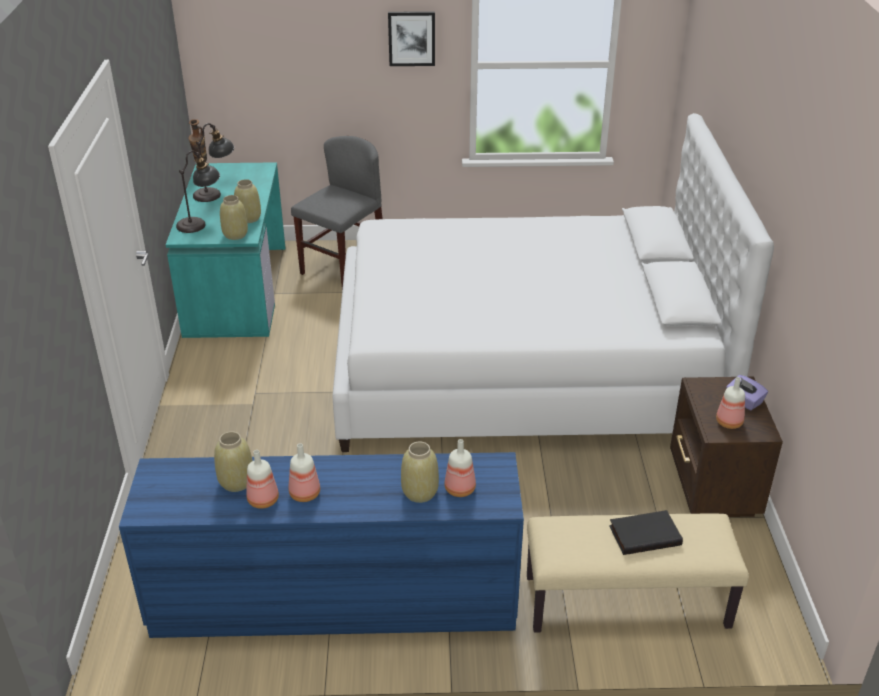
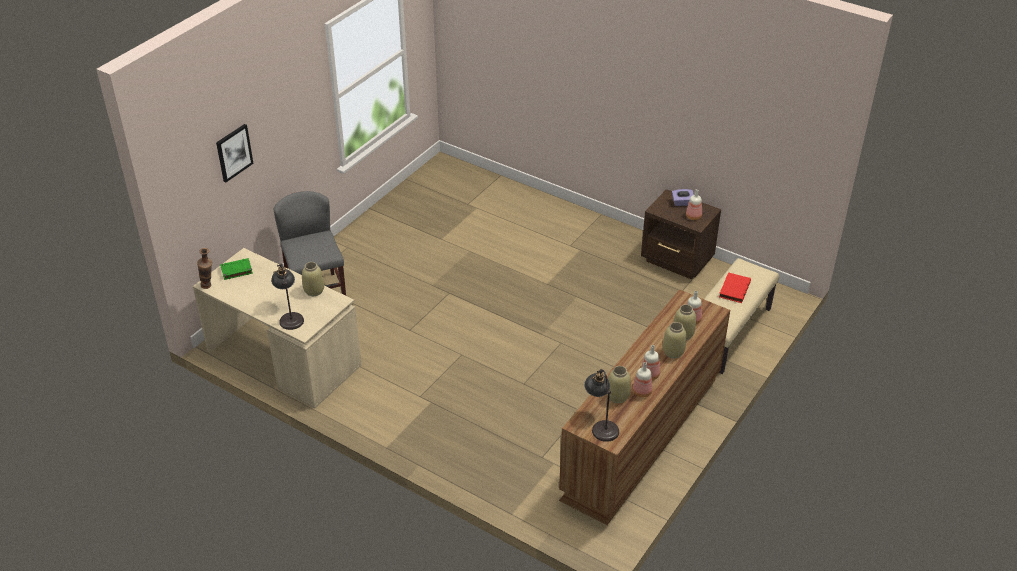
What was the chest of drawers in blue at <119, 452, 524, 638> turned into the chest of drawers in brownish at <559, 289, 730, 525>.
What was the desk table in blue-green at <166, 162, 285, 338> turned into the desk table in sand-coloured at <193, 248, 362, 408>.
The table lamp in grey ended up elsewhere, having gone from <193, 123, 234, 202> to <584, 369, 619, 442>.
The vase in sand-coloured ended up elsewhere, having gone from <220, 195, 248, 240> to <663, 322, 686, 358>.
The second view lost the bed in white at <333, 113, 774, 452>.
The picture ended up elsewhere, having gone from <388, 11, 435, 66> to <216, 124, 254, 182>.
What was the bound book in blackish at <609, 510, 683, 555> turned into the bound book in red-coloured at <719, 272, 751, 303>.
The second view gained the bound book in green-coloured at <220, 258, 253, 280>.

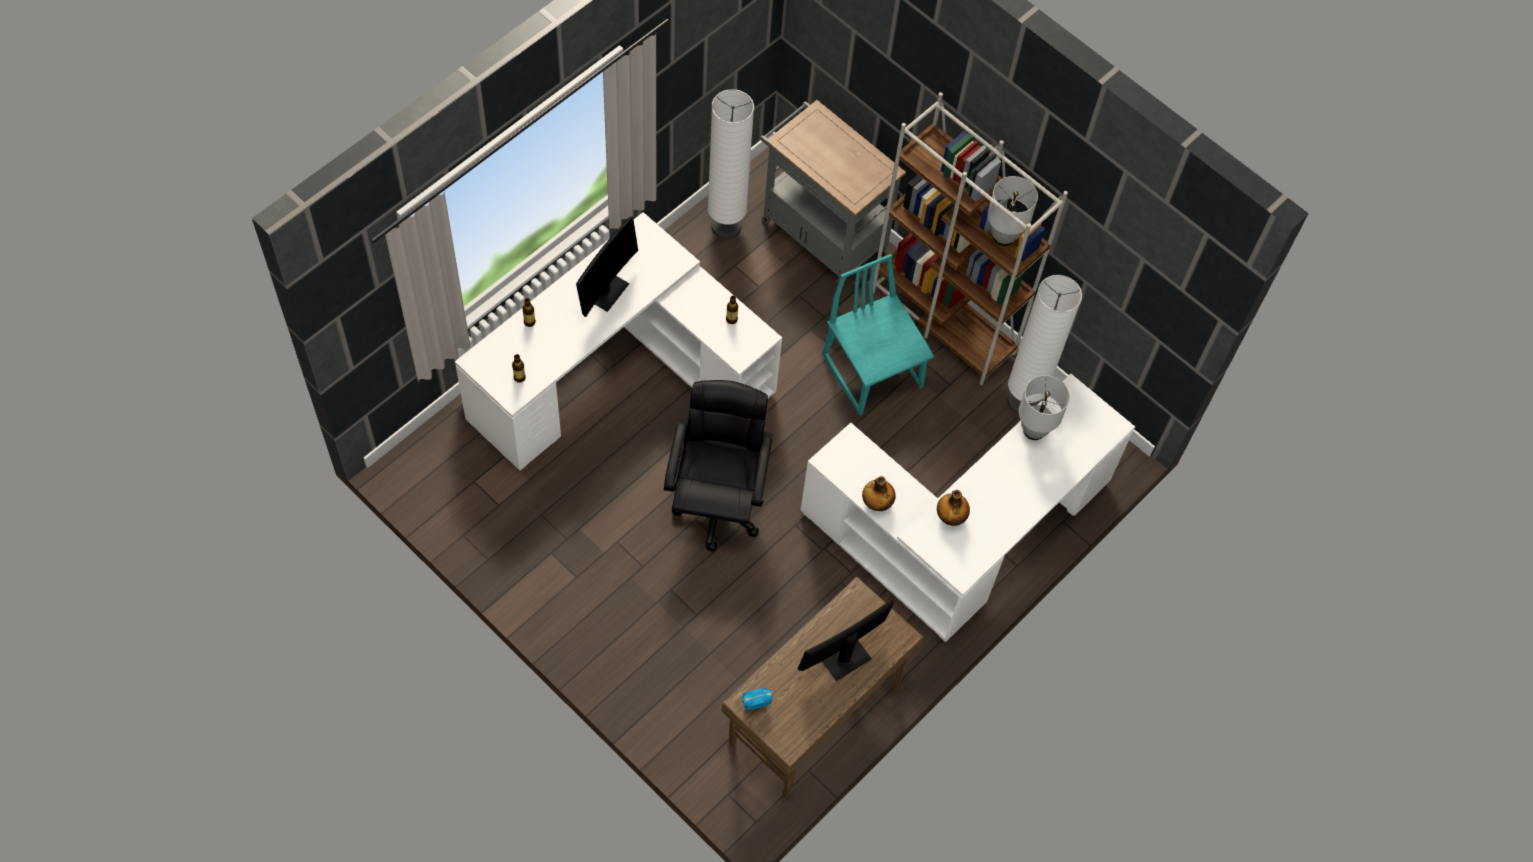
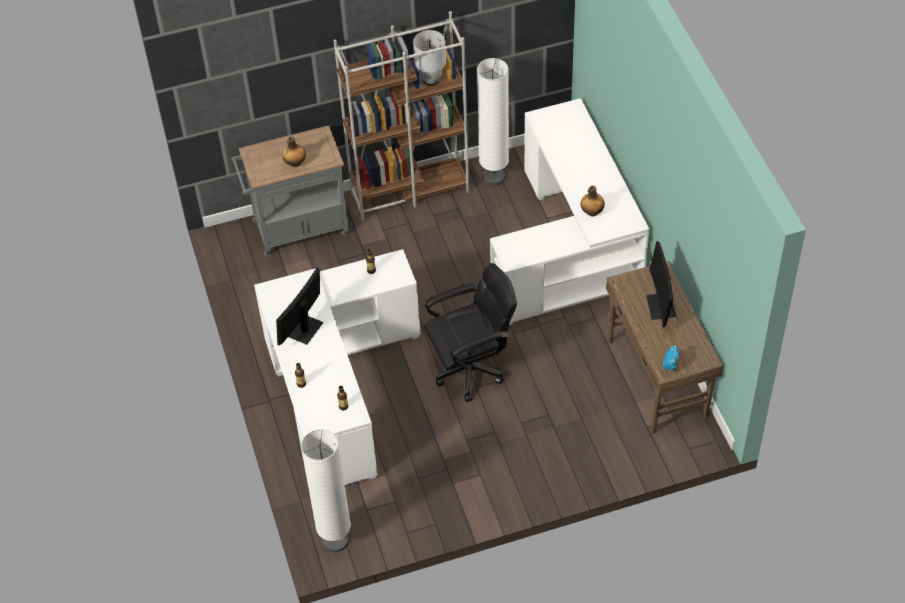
The computer screen at <576, 216, 638, 317> ended up facing another way, 120 degrees counterclockwise from before.
The desk chair in blackish at <664, 380, 773, 551> ended up facing another way, 120 degrees clockwise from before.
The floor lamp in white ended up elsewhere, having gone from <708, 89, 754, 240> to <301, 429, 351, 552>.
The second view lost the upright chair in blue-green at <822, 254, 934, 416>.
The bottle ended up elsewhere, having gone from <862, 476, 896, 511> to <282, 136, 306, 167>.
The second view lost the table lamp in white at <1019, 375, 1070, 440>.

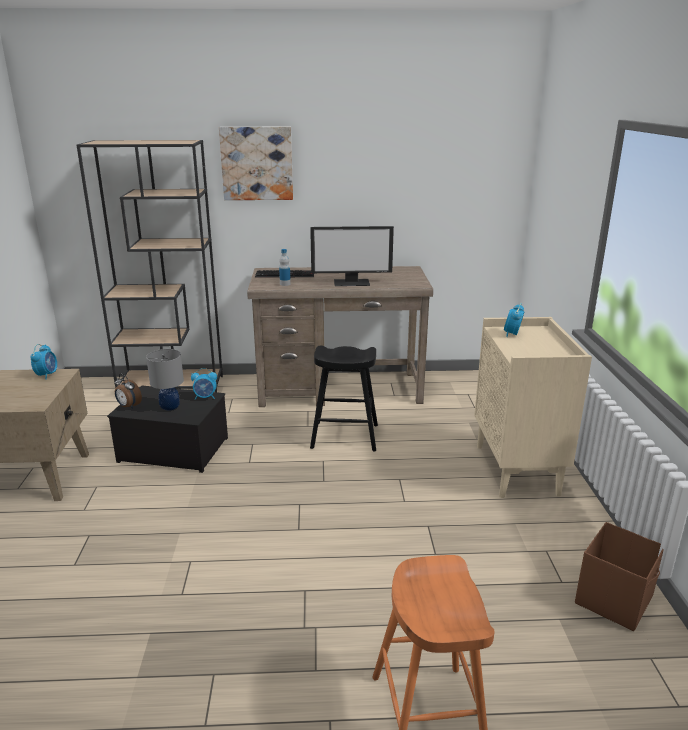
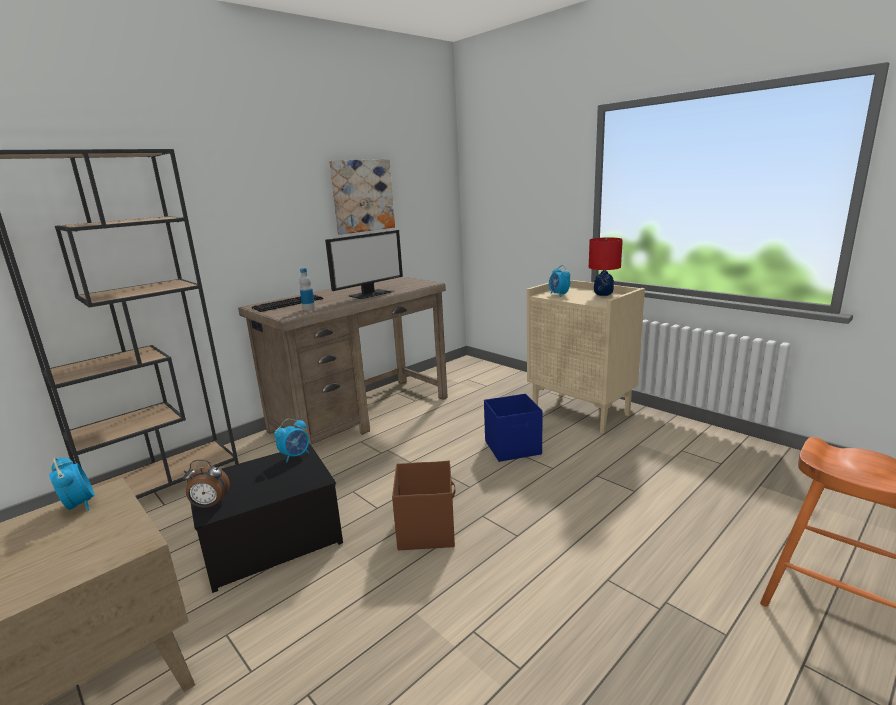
The second view lost the table lamp in grey at <146, 349, 184, 411>.
The picture ended up elsewhere, having gone from <219, 127, 293, 200> to <329, 159, 395, 235>.
The second view lost the stool in blackish at <310, 345, 378, 451>.
The storage box in brownish ended up elsewhere, having gone from <575, 522, 664, 631> to <392, 461, 455, 550>.
The second view gained the storage box in blue at <484, 394, 543, 462>.
The second view gained the table lamp in red-coloured at <589, 237, 623, 296>.

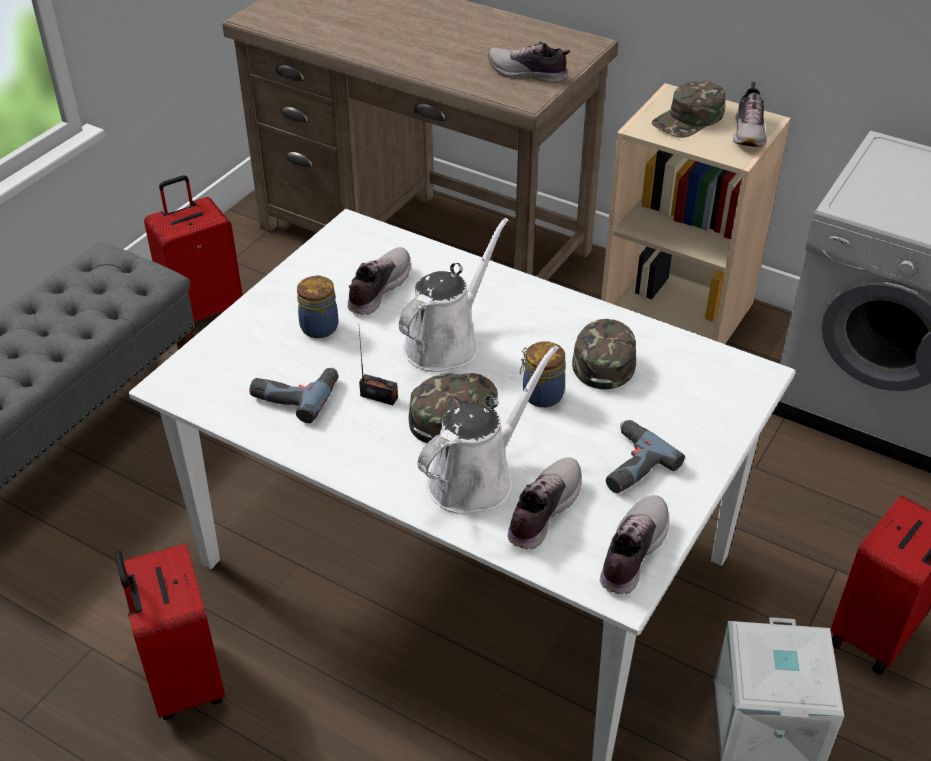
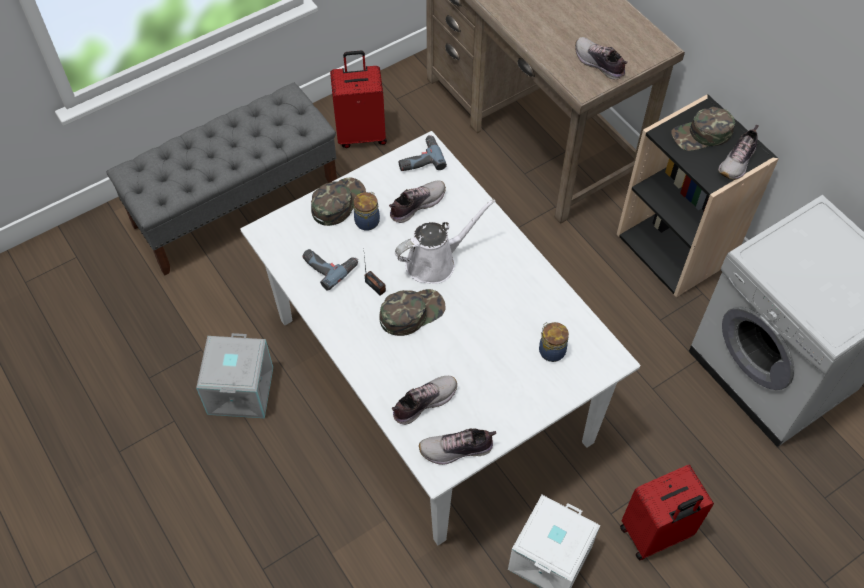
Where the travel case in red-coloured stood at <115, 544, 225, 720>, the storage box in grey came to stand at <196, 333, 273, 418>.
The second view lost the watering can in white at <418, 345, 559, 514>.
The jar ended up elsewhere, having gone from <520, 341, 565, 407> to <539, 322, 569, 362>.
The peaked cap in green-coloured ended up elsewhere, having gone from <572, 319, 636, 389> to <311, 177, 366, 226>.
The shoe at <600, 495, 669, 594> ended up facing another way, 150 degrees counterclockwise from before.
What was the bookcase in sand-coloured at <601, 83, 791, 344> turned into the bookcase in blackish at <617, 94, 779, 297>.
The power drill ended up elsewhere, having gone from <606, 420, 685, 493> to <399, 135, 447, 171>.

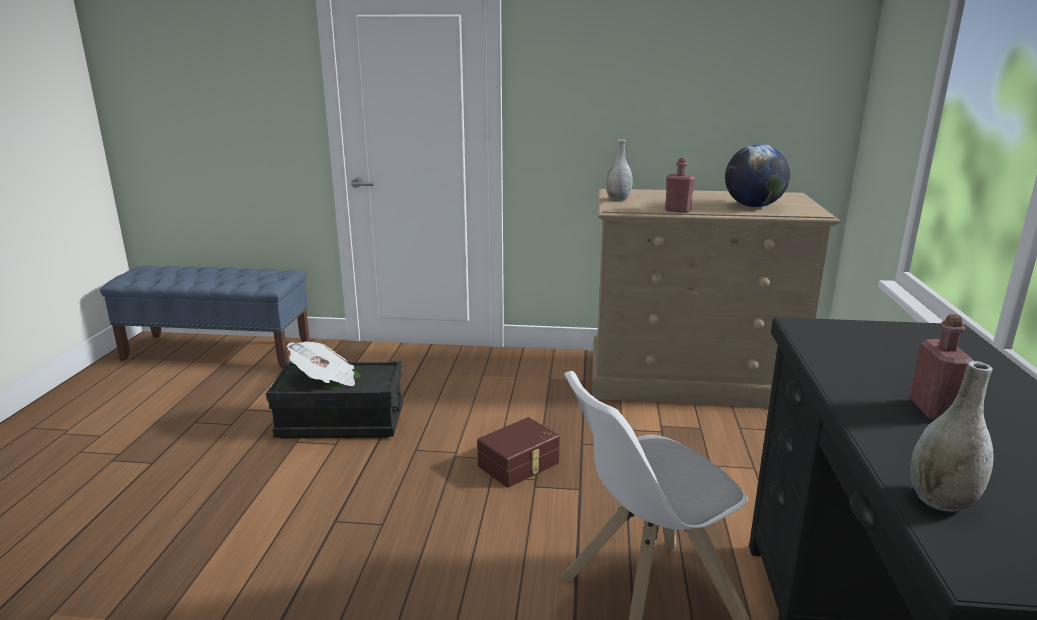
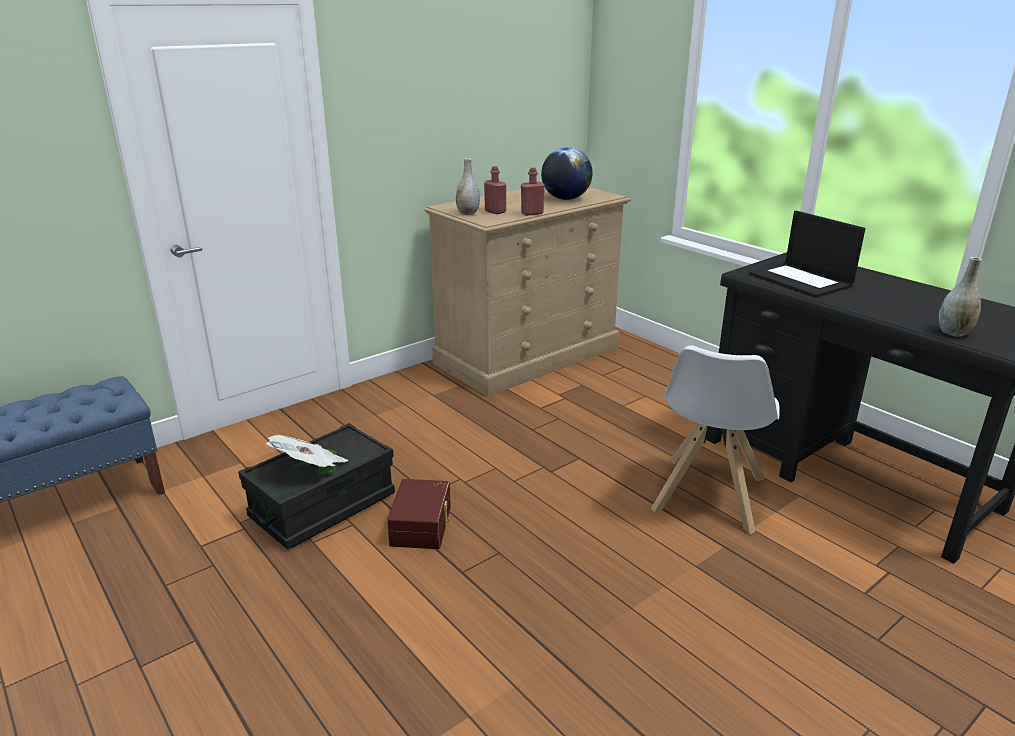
The storage box in brownish ended up elsewhere, having gone from <477, 417, 560, 488> to <387, 479, 451, 549>.
The bottle in red-coloured ended up elsewhere, having gone from <909, 314, 974, 420> to <484, 166, 506, 214>.
The second view gained the notebook computer at <749, 211, 866, 298>.

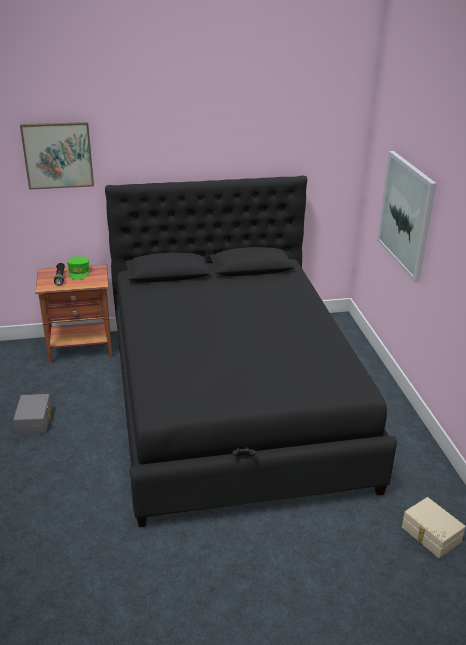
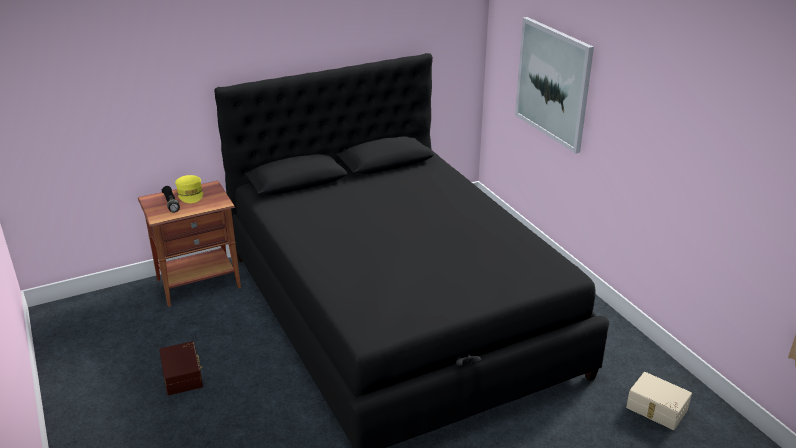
What was the storage box in grey at <13, 394, 52, 435> turned into the storage box in brownish at <159, 341, 203, 395>.
The second view lost the picture at <20, 122, 94, 190>.
What was the peaked cap in green-coloured at <67, 257, 90, 280> turned into the peaked cap in yellow at <175, 175, 203, 203>.

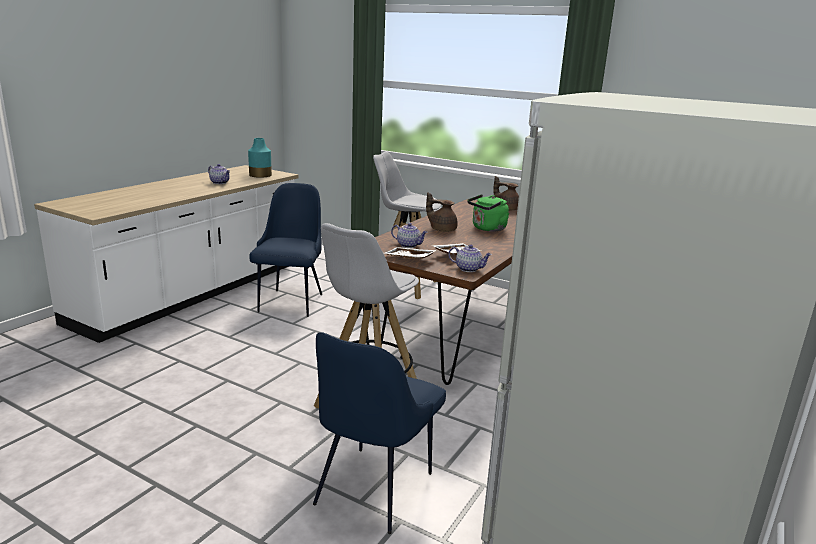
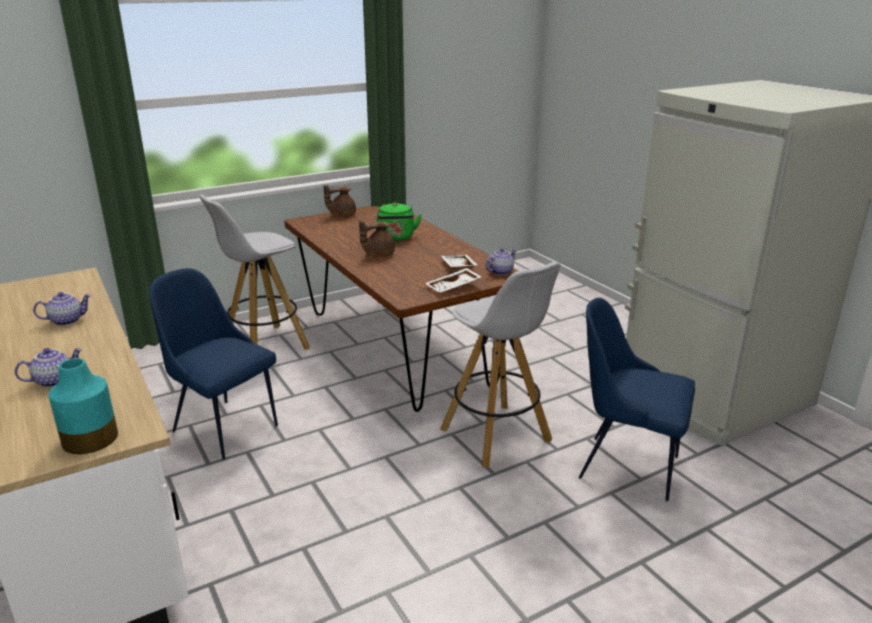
The vase in blue-green ended up elsewhere, having gone from <248, 138, 272, 178> to <48, 358, 118, 454>.
The upright chair in blue at <313, 332, 446, 534> ended up facing another way, 150 degrees clockwise from before.
The pot for tea ended up elsewhere, having gone from <391, 223, 428, 248> to <15, 348, 83, 387>.

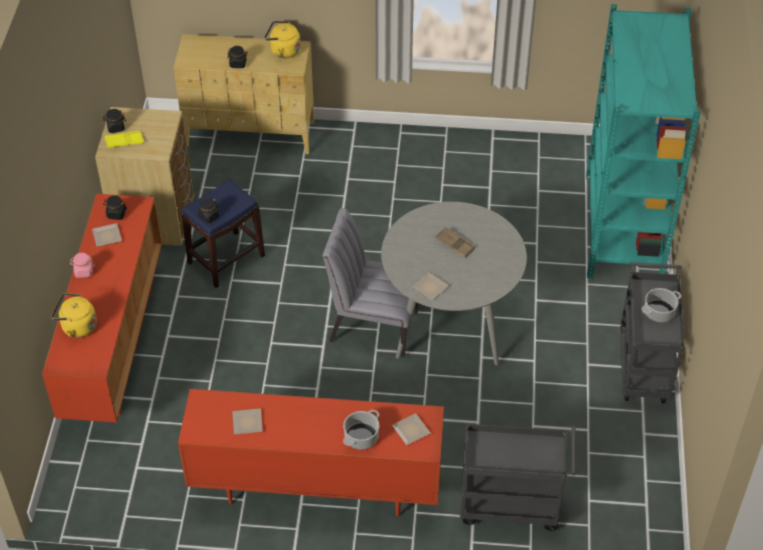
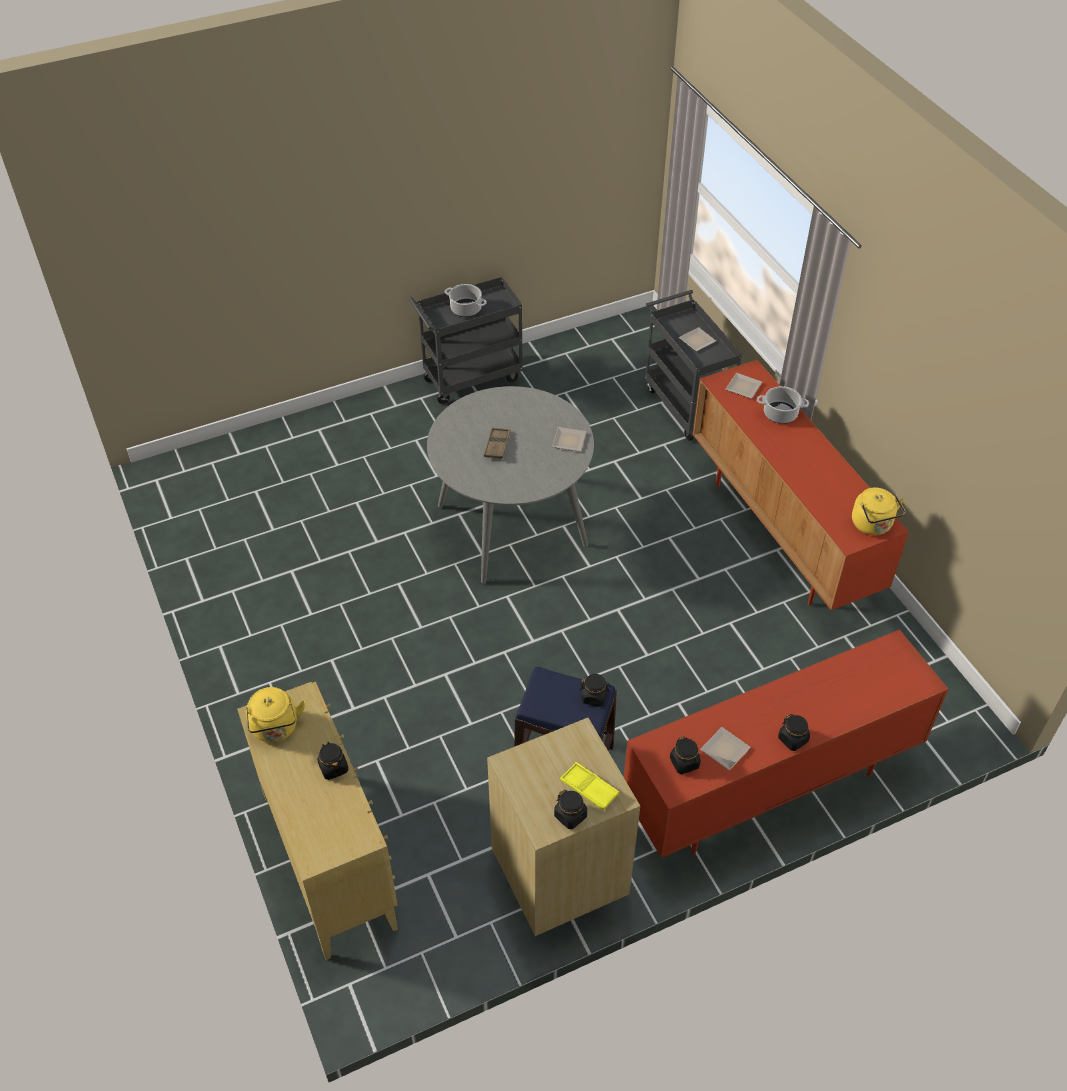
The water kettle in yellow ended up elsewhere, having gone from <51, 293, 97, 338> to <852, 487, 906, 535>.
What was the jar in pinkish at <70, 253, 94, 278> turned into the jar in blackish at <778, 714, 810, 751>.
The flat dish ended up elsewhere, having gone from <232, 408, 263, 434> to <679, 327, 716, 352>.
The second view lost the upright chair in grey at <322, 208, 419, 357>.
The second view lost the bookcase in blue-green at <586, 4, 701, 278>.

